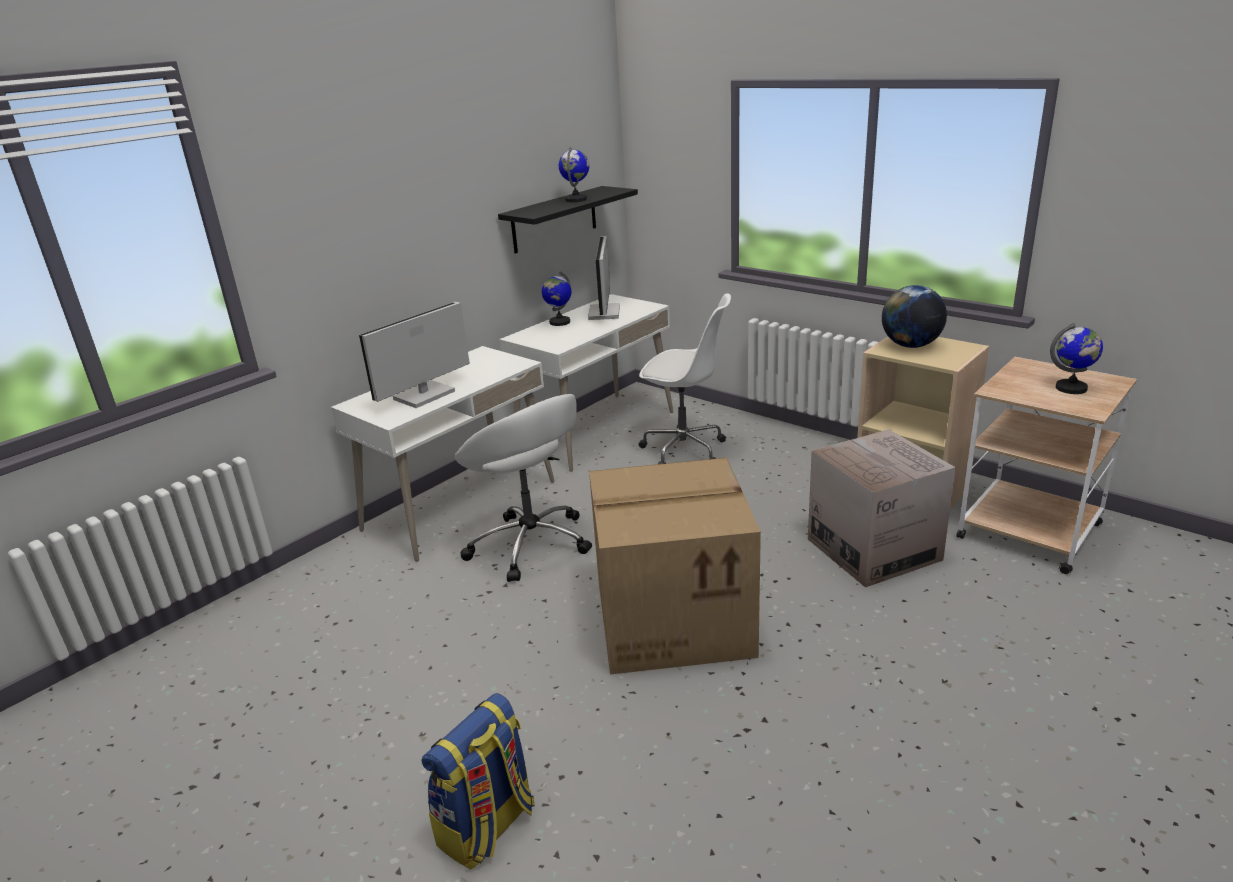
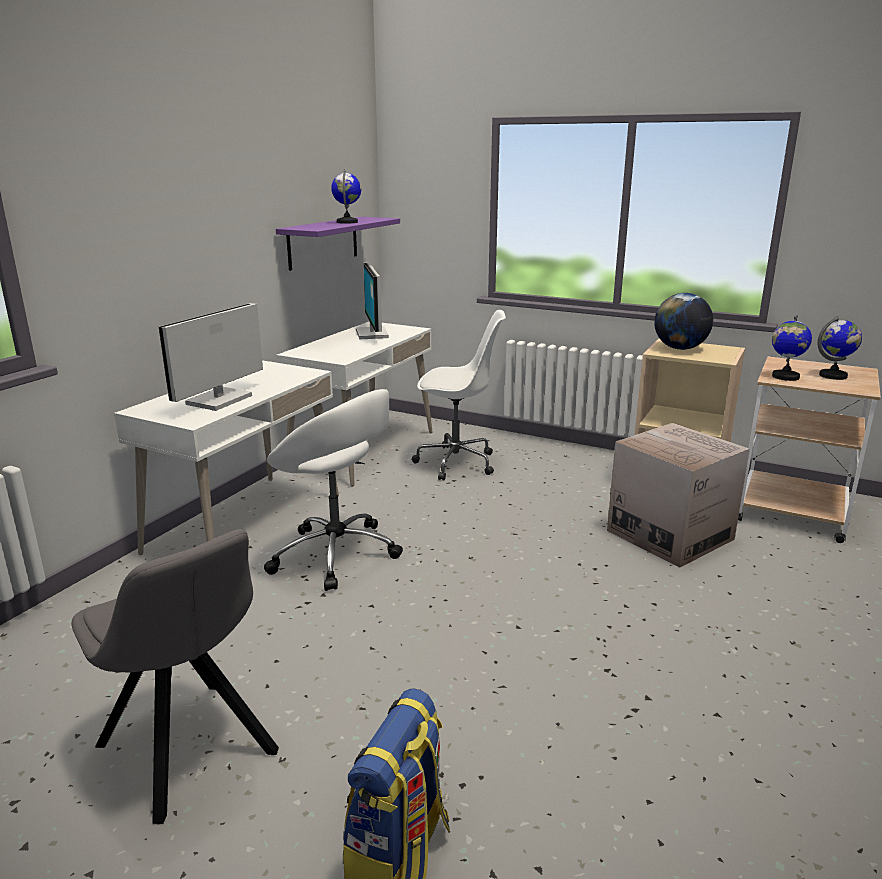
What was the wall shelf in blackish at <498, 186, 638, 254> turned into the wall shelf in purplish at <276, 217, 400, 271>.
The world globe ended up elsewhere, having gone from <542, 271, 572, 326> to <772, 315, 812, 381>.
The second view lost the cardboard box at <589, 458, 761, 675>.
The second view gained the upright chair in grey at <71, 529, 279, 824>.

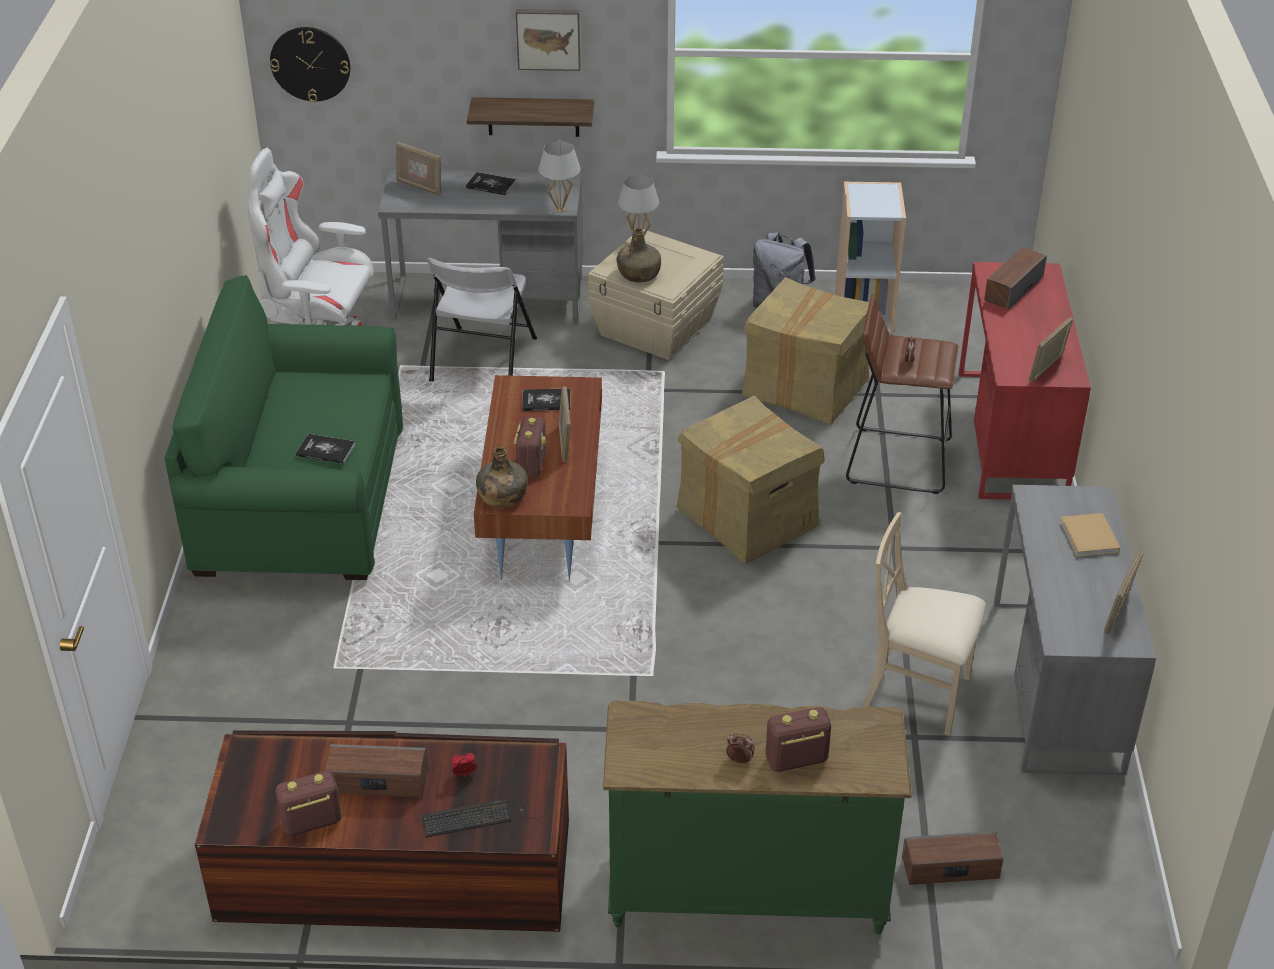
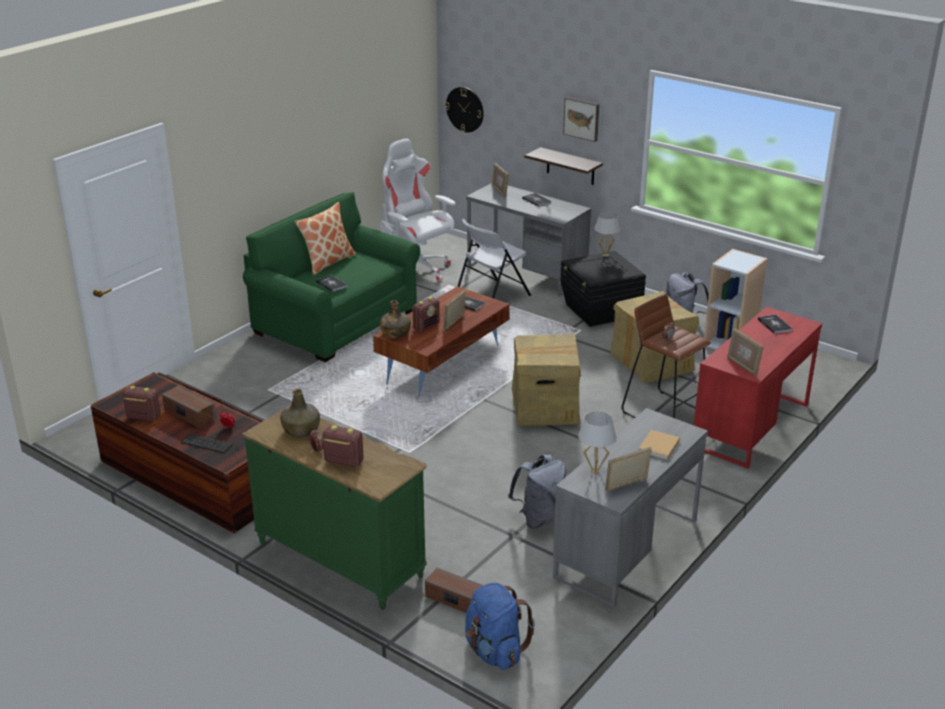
The table lamp in white ended up elsewhere, having gone from <538, 141, 581, 213> to <578, 412, 616, 474>.
What was the storage box in sand-coloured at <588, 229, 724, 360> turned into the storage box in blackish at <560, 251, 646, 327>.
The bottle in green-coloured ended up elsewhere, having gone from <617, 228, 661, 283> to <280, 389, 320, 437>.
Where the upright chair in sand-coloured stood at <863, 512, 986, 736>, the rucksack in grey came to stand at <508, 455, 566, 529>.
Where the loudspeaker stood at <984, 247, 1047, 310>, the bound book came to stand at <758, 314, 793, 334>.
The photo frame at <1029, 317, 1073, 383> ended up facing another way, 105 degrees counterclockwise from before.
The second view gained the throw pillow at <295, 202, 356, 276>.
The second view gained the rucksack in blue at <465, 583, 535, 670>.

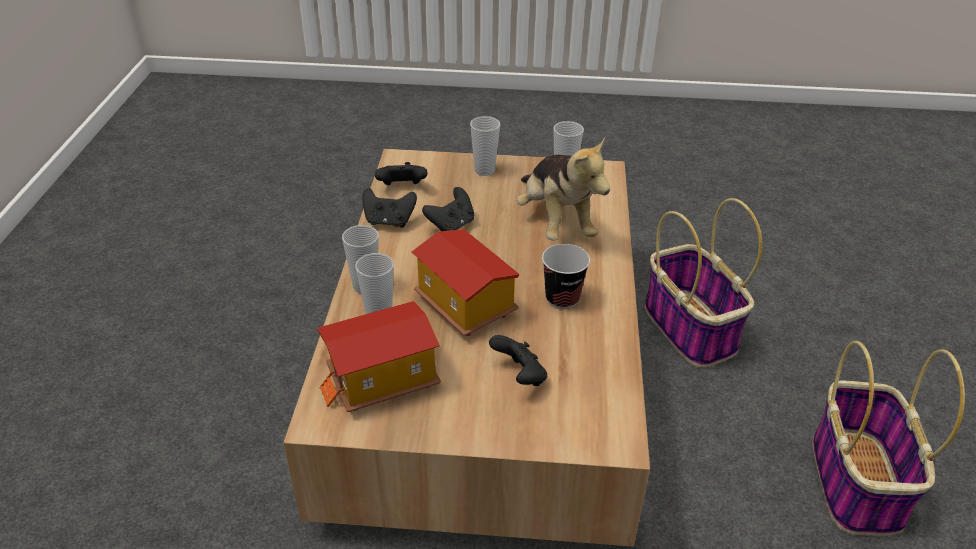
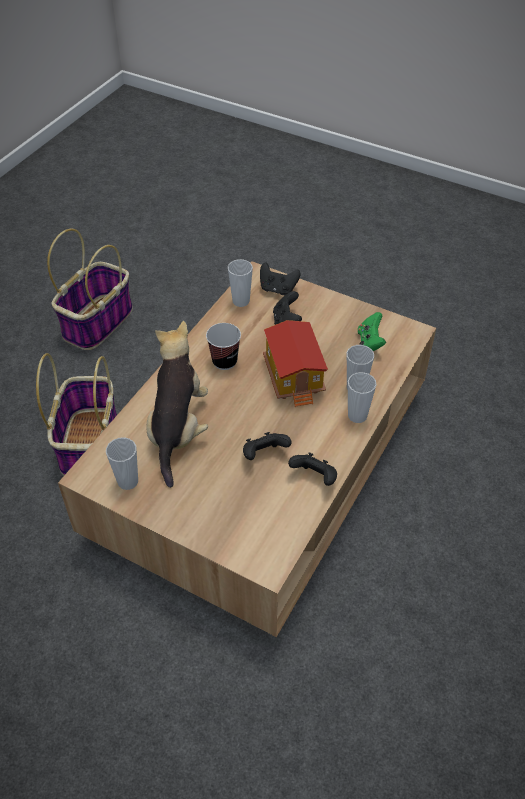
Where the toy house stood at <317, 301, 441, 412>, the joypad in green-coloured came to stand at <358, 312, 386, 351>.
The joypad in blackish ended up elsewhere, having gone from <375, 162, 427, 185> to <260, 262, 301, 295>.
The cup ended up elsewhere, having gone from <470, 116, 500, 176> to <228, 259, 253, 307>.

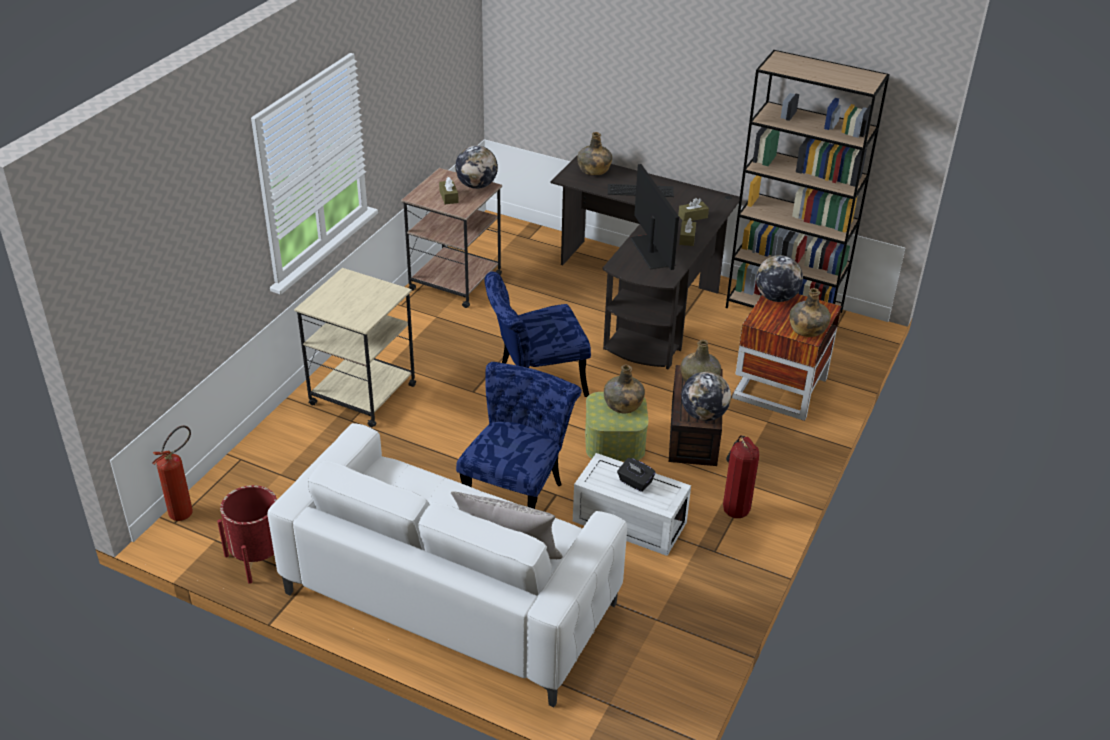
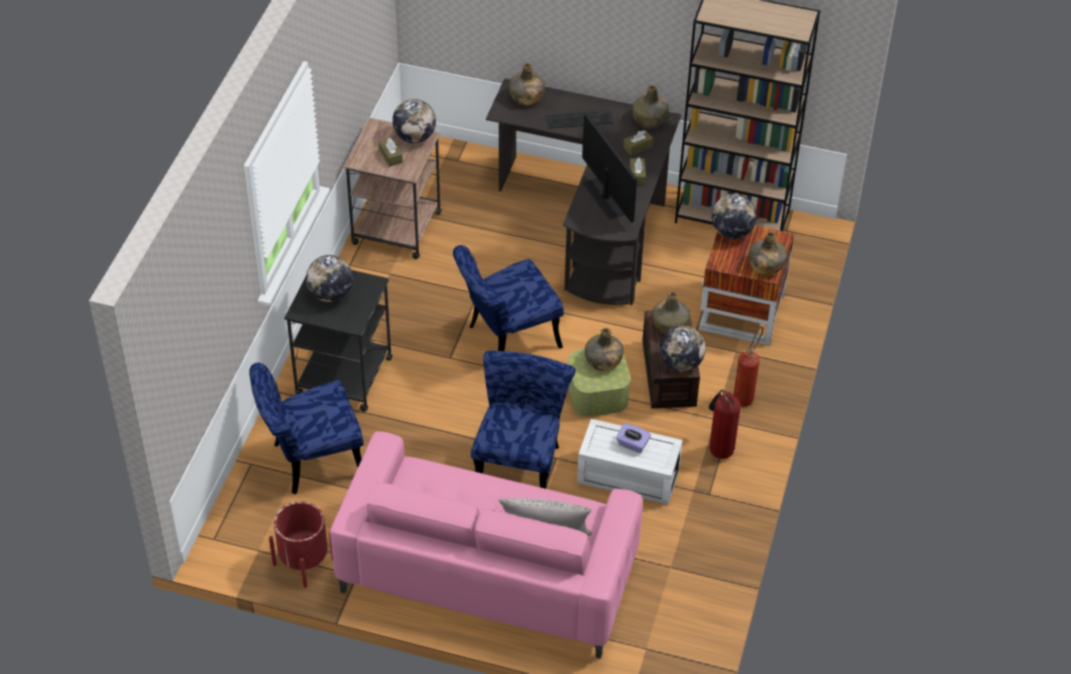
The fire-fighting cylinder ended up elsewhere, having gone from <152, 426, 193, 521> to <733, 326, 763, 407>.
What was the couch in white at <268, 423, 627, 707> turned into the couch in pinkish at <330, 431, 643, 659>.
What was the wheeled cart in sand-coloured at <294, 268, 416, 427> turned into the wheeled cart in blackish at <284, 270, 392, 412>.
What was the tissue holder in blackish at <617, 458, 656, 492> turned into the tissue holder in purplish at <616, 423, 651, 453>.
The second view gained the upright chair in blue at <249, 362, 364, 494>.
The second view gained the world globe at <306, 255, 353, 302>.
The second view gained the bottle in green-coloured at <632, 85, 669, 128>.

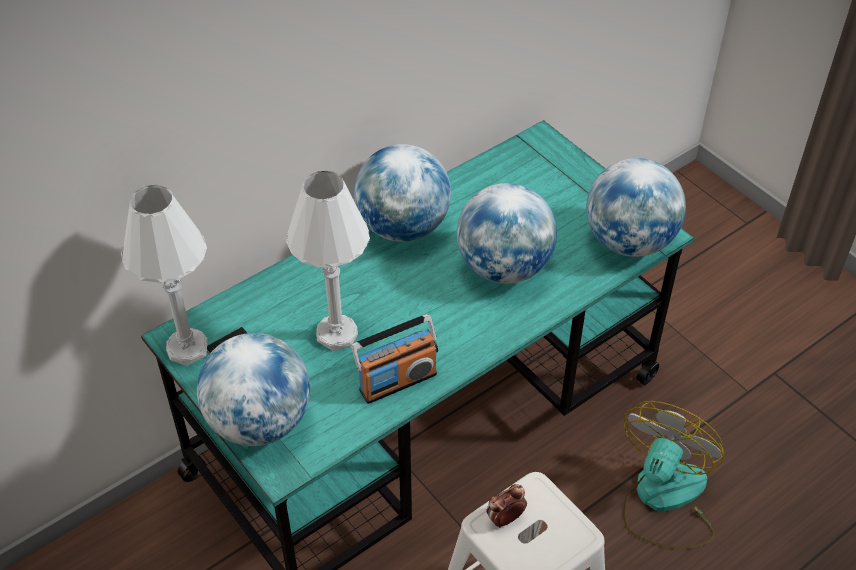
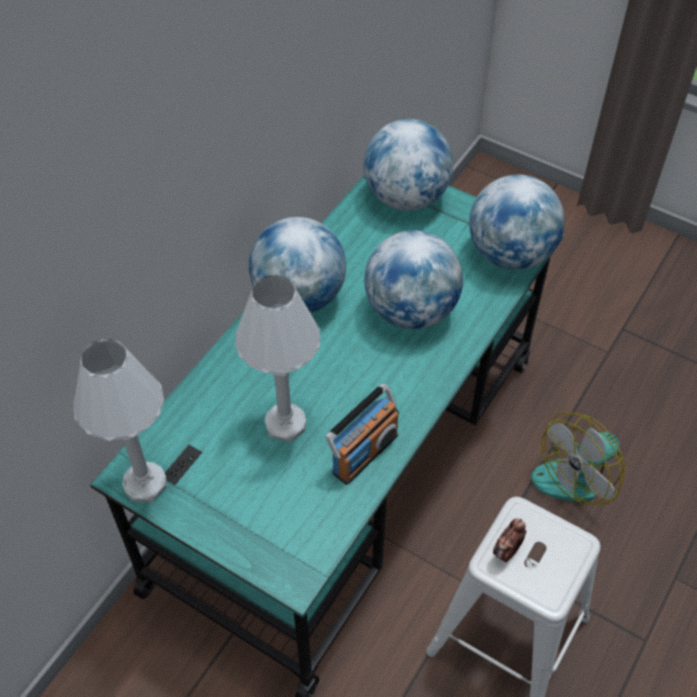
The world globe ended up elsewhere, having gone from <197, 333, 310, 446> to <363, 119, 453, 211>.
The cooling fan at <623, 401, 724, 549> ended up facing another way, 135 degrees counterclockwise from before.

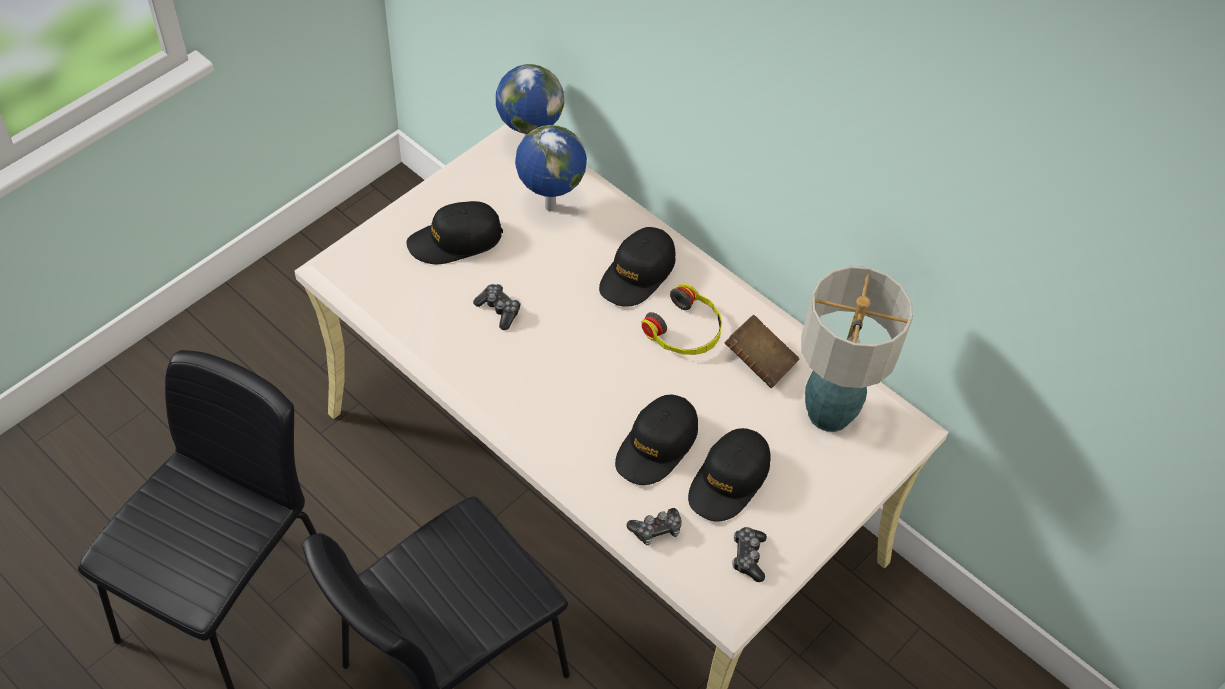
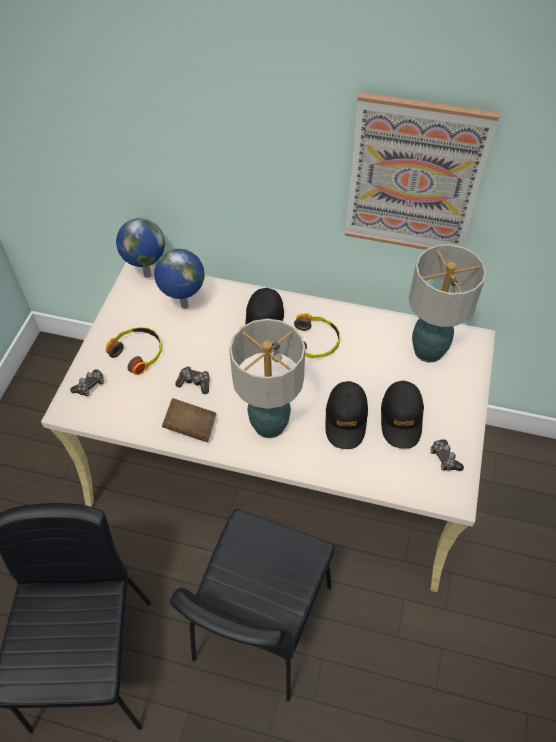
Where the peaked cap in blackish stood at <406, 201, 503, 264>, the pair of headphones came to stand at <105, 327, 162, 375>.
The joypad ended up elsewhere, having gone from <627, 508, 682, 545> to <70, 369, 104, 396>.
The bound book in brownish ended up elsewhere, having gone from <725, 315, 800, 388> to <162, 398, 216, 442>.
The second view gained the table lamp at <229, 319, 305, 438>.
The second view gained the picture at <345, 92, 500, 250>.

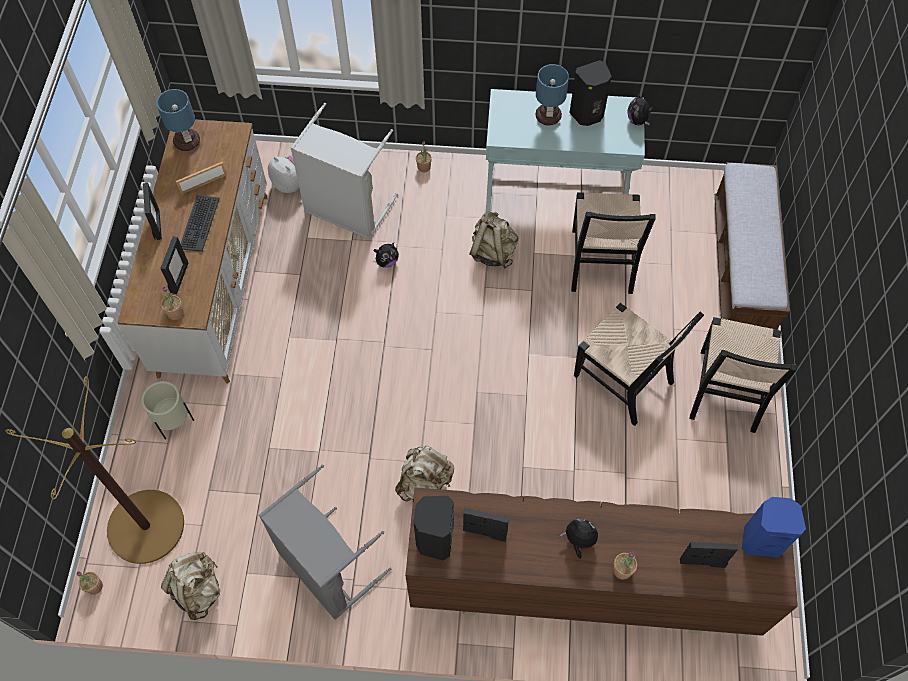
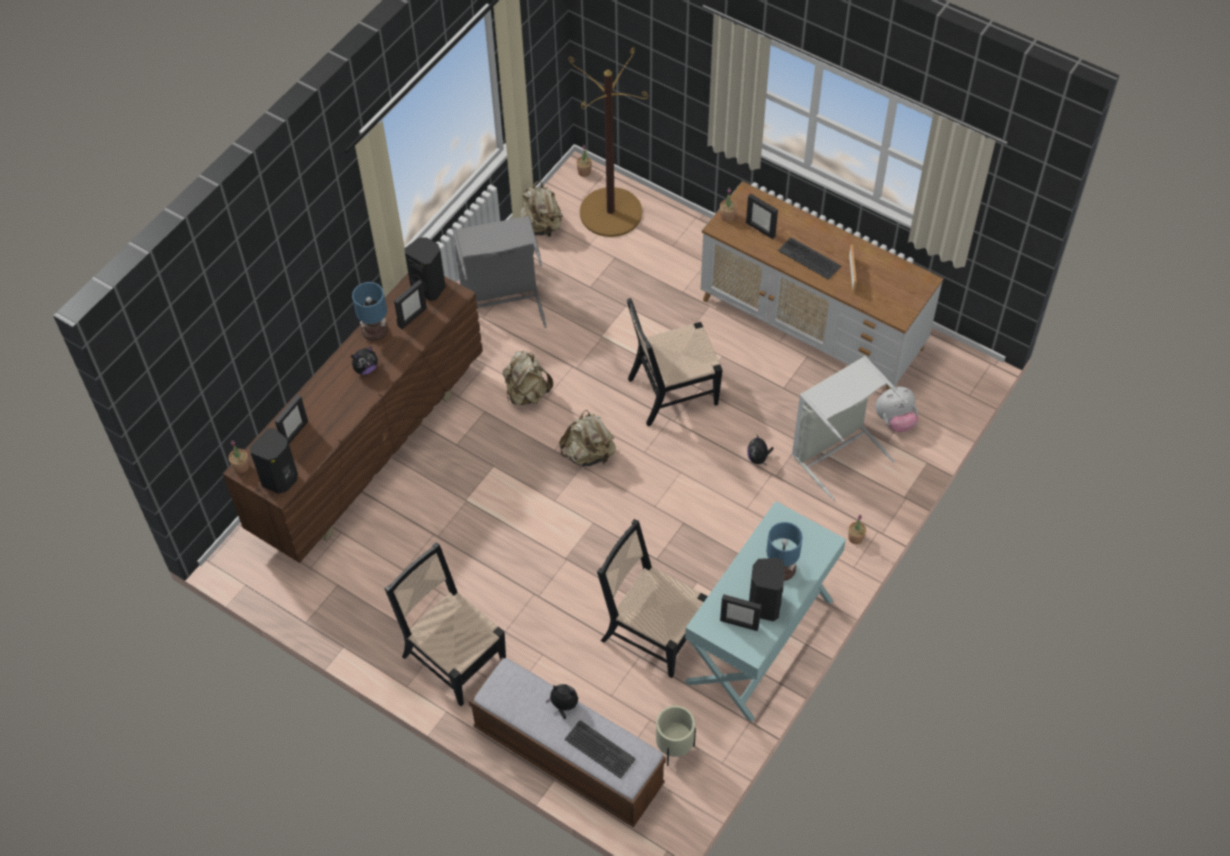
The flower pot in sand-coloured ended up elsewhere, having gone from <141, 381, 194, 440> to <656, 706, 696, 766>.
The photo frame ended up elsewhere, having gone from <143, 183, 162, 240> to <720, 594, 761, 631>.
The table lamp ended up elsewhere, having gone from <156, 89, 200, 151> to <352, 282, 388, 341>.
The rucksack in sand-coloured ended up elsewhere, having gone from <469, 211, 518, 268> to <559, 410, 616, 466>.
The upright chair ended up elsewhere, having gone from <574, 303, 704, 426> to <627, 298, 722, 426>.
The plant in a pot ended up elsewhere, having gone from <613, 552, 637, 579> to <229, 440, 249, 473>.
The plush toy ended up elsewhere, having gone from <628, 92, 653, 125> to <546, 684, 578, 719>.
What was the loudspeaker in blue at <742, 497, 806, 558> turned into the loudspeaker in blackish at <250, 428, 298, 494>.
The second view gained the computer keyboard at <564, 720, 636, 779>.

